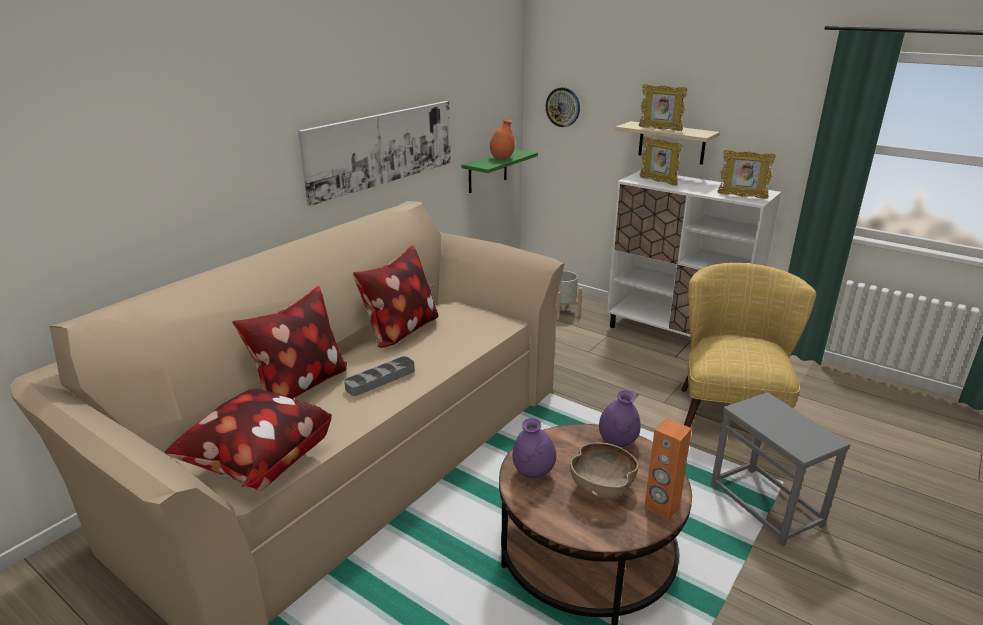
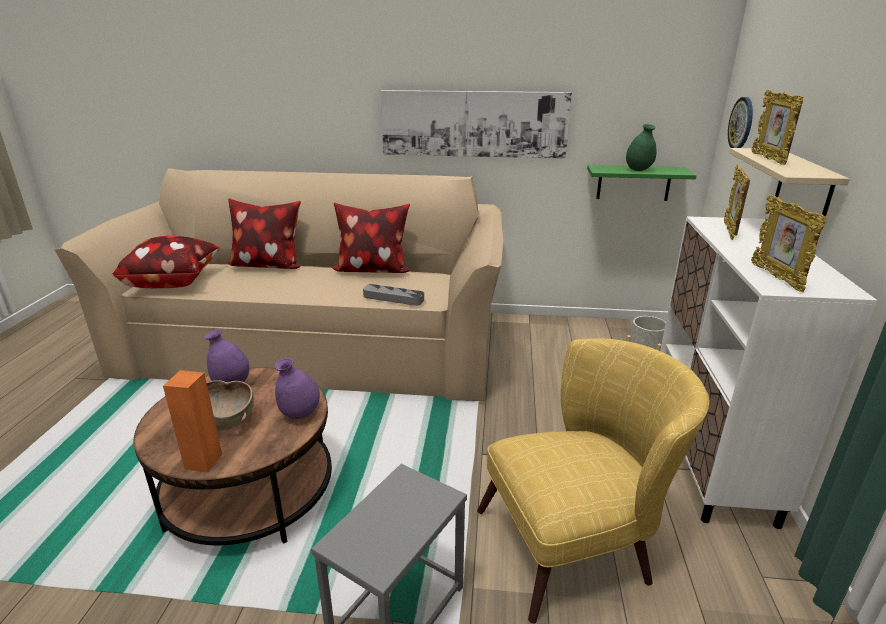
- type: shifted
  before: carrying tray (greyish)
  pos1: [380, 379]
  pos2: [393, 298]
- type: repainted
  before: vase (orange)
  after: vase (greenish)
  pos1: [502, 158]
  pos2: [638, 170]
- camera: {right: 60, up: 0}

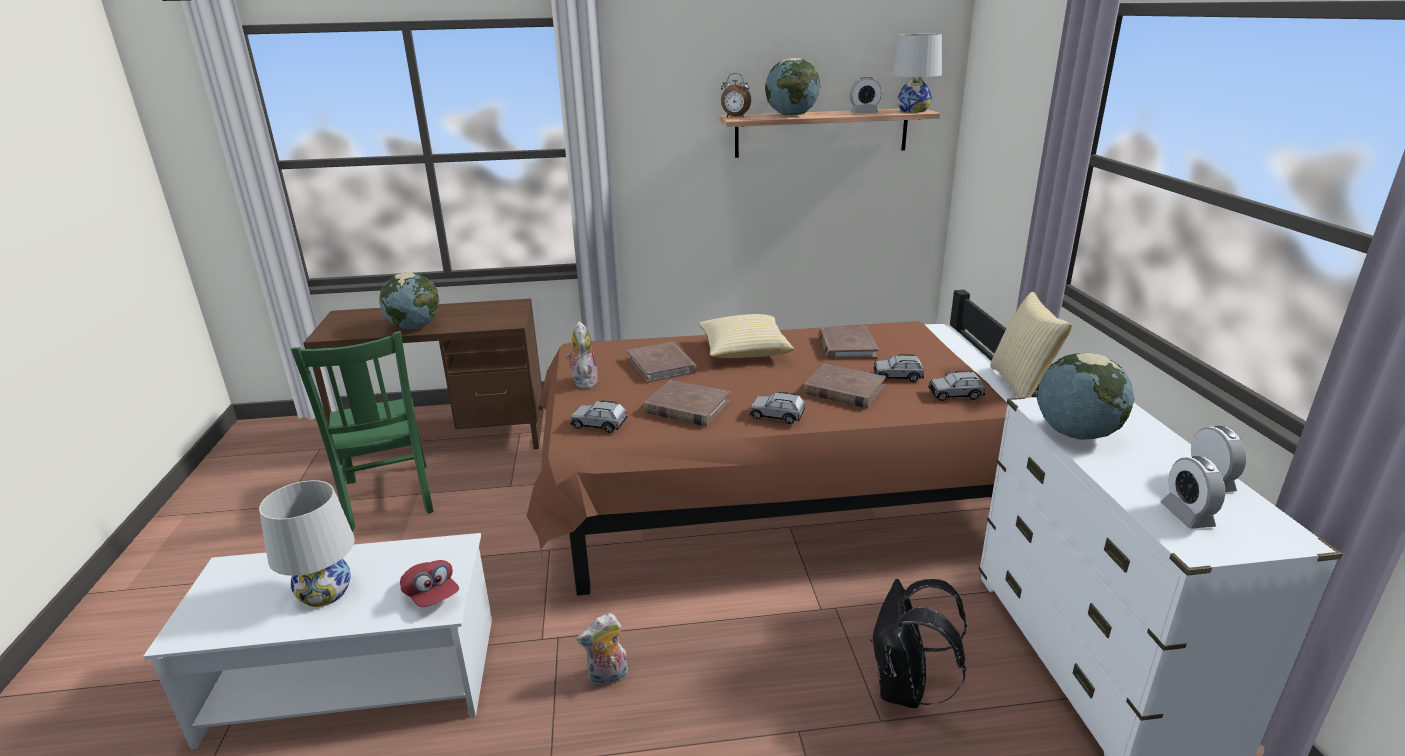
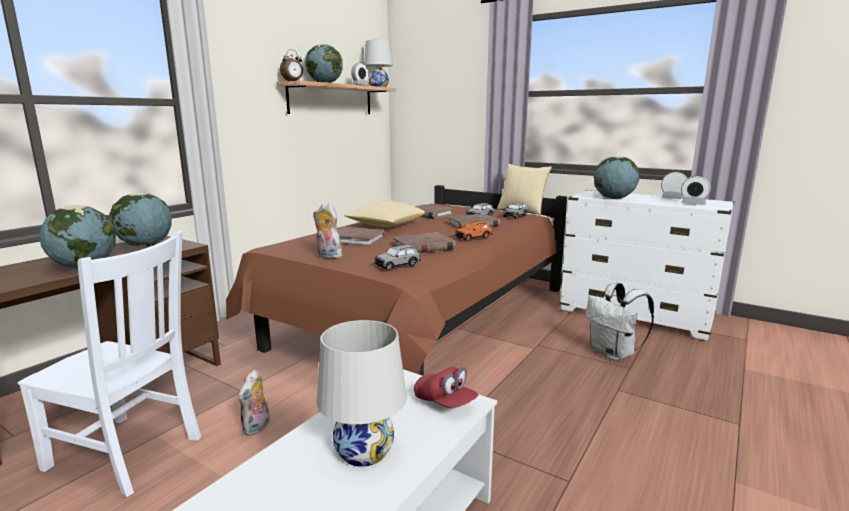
- type: new
  after: desk globe
  pos2: [145, 245]
- type: shifted
  before: plush toy
  pos1: [607, 678]
  pos2: [257, 428]
- type: repainted
  before: chair (greenish)
  after: chair (white-coloured)
  pos1: [389, 498]
  pos2: [128, 454]
- type: repainted
  before: toy car (greyish)
  after: toy car (orange)
  pos1: [777, 416]
  pos2: [473, 238]
- type: repainted
  before: knapsack (blackish)
  after: knapsack (white-coloured)
  pos1: [905, 689]
  pos2: [614, 354]
- type: rotated
  before: baseball cap (reddish)
  pos1: [431, 595]
  pos2: [445, 402]
  turn: 45
- camera: {right: -50, up: -10}

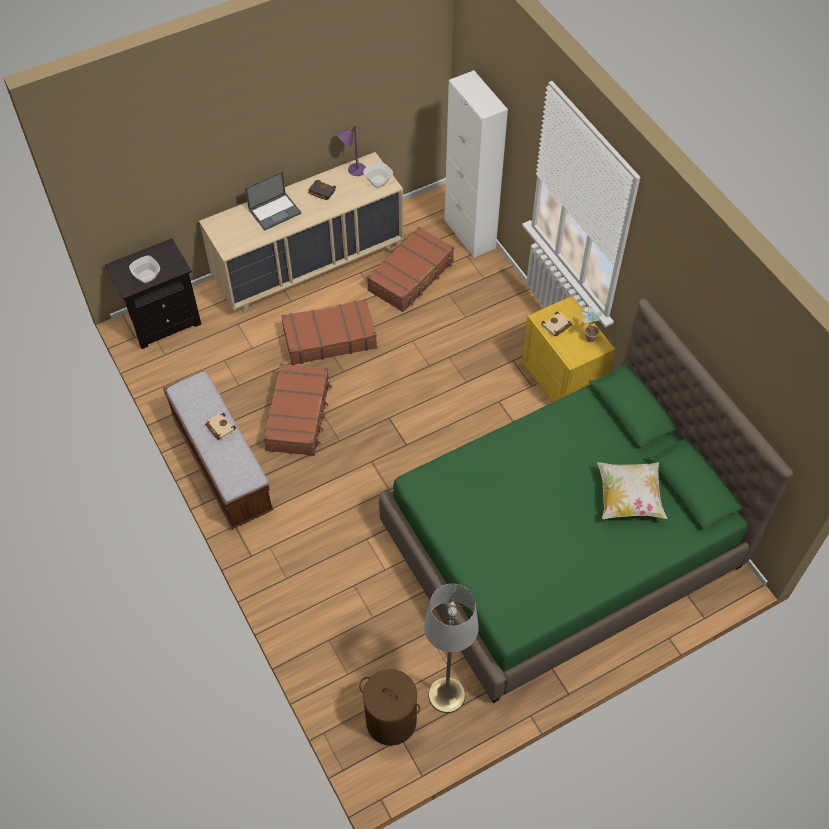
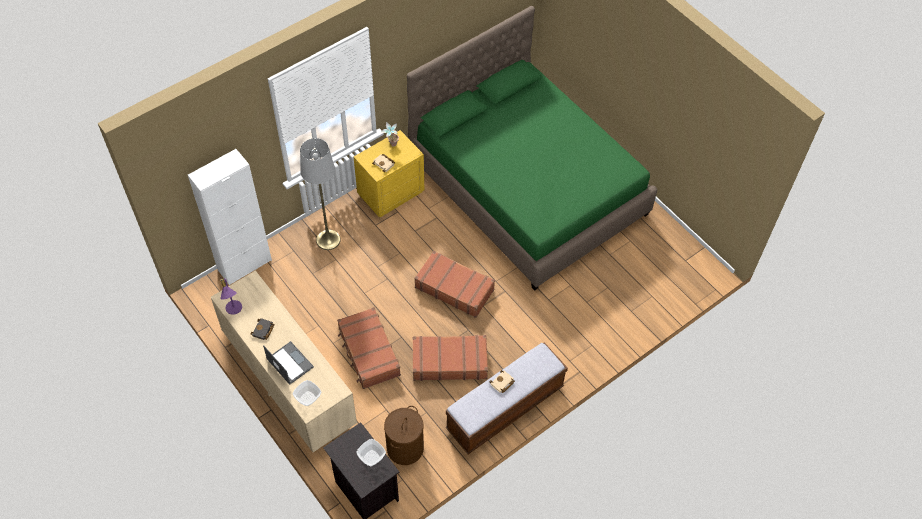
- type: gone
  before: pillow
  pos1: [628, 498]
- type: shifted
  before: laundry basket (brown-coloured)
  pos1: [390, 720]
  pos2: [405, 448]
- type: shifted
  before: serving bowl
  pos1: [377, 181]
  pos2: [308, 398]
- type: shifted
  before: piece of luggage (brown-coloured)
  pos1: [411, 276]
  pos2: [454, 288]
- type: shifted
  before: floor lamp (greyish)
  pos1: [446, 695]
  pos2: [328, 240]
- camera: {right: -100, up: 0}

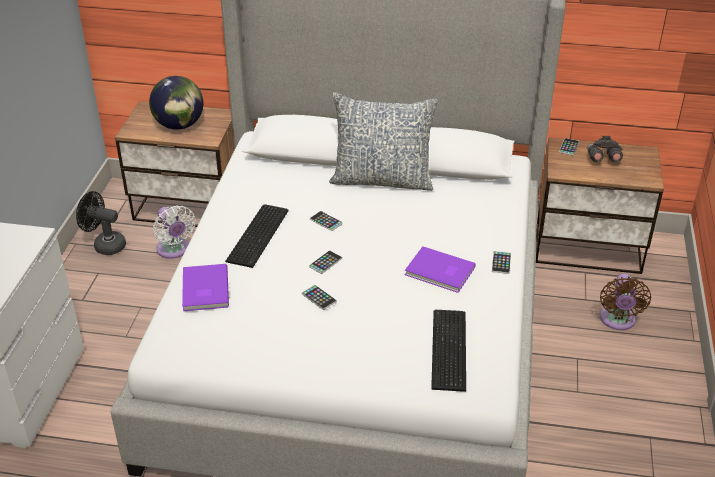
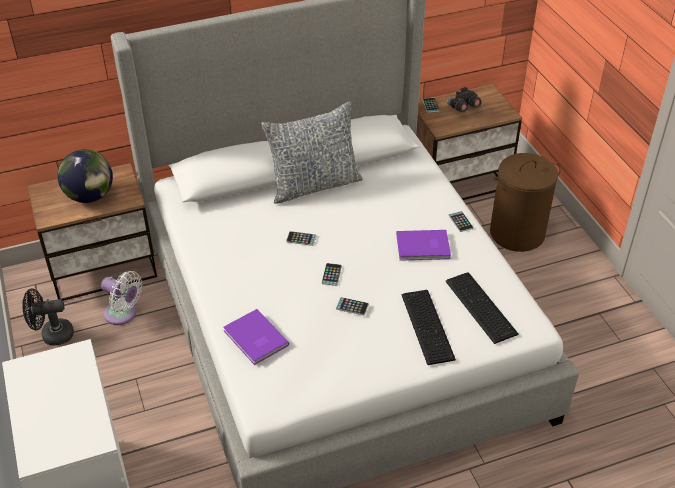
- type: shifted
  before: keyboard
  pos1: [260, 235]
  pos2: [428, 325]
- type: swapped
  before: fan (brown-coloured)
  after: laundry basket (brown-coloured)
  pos1: [617, 321]
  pos2: [517, 233]
- camera: {right: -30, up: 5}

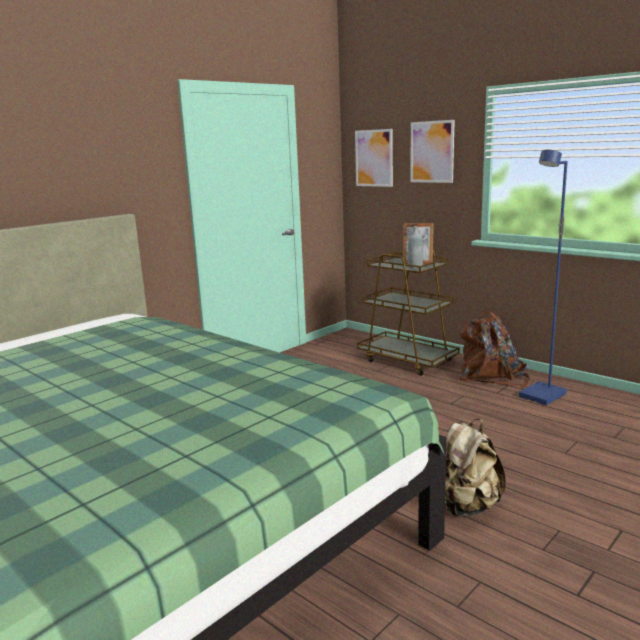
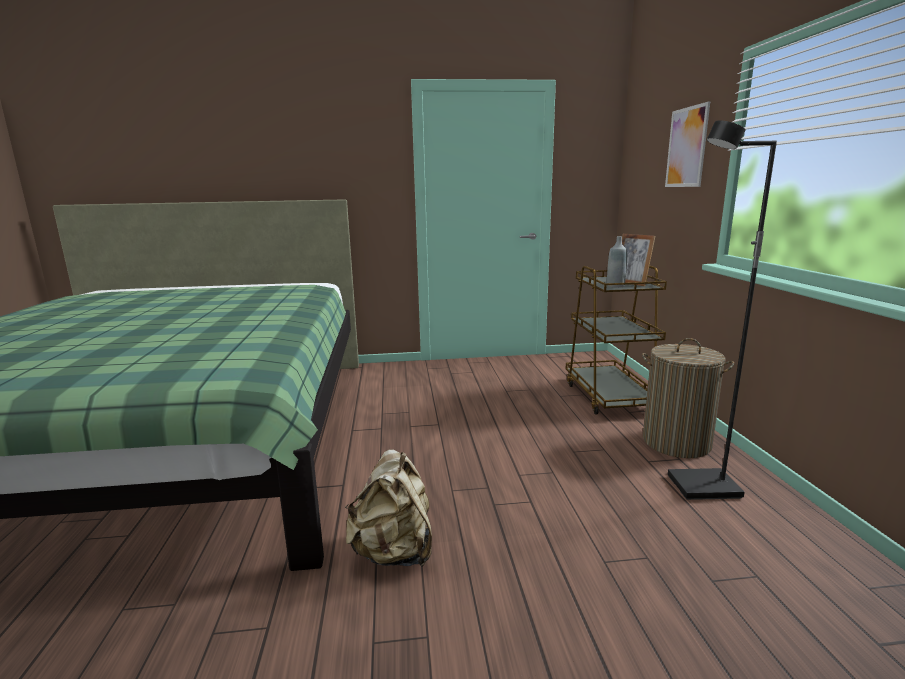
- type: gone
  before: wall picture
  pos1: [374, 158]
- type: swapped
  before: knapsack (brown-coloured)
  after: laundry basket
  pos1: [491, 376]
  pos2: [676, 442]
- type: repainted
  before: floor lamp (blue-coloured)
  after: floor lamp (blackish)
  pos1: [543, 396]
  pos2: [703, 488]
- camera: {right: 40, up: 0}

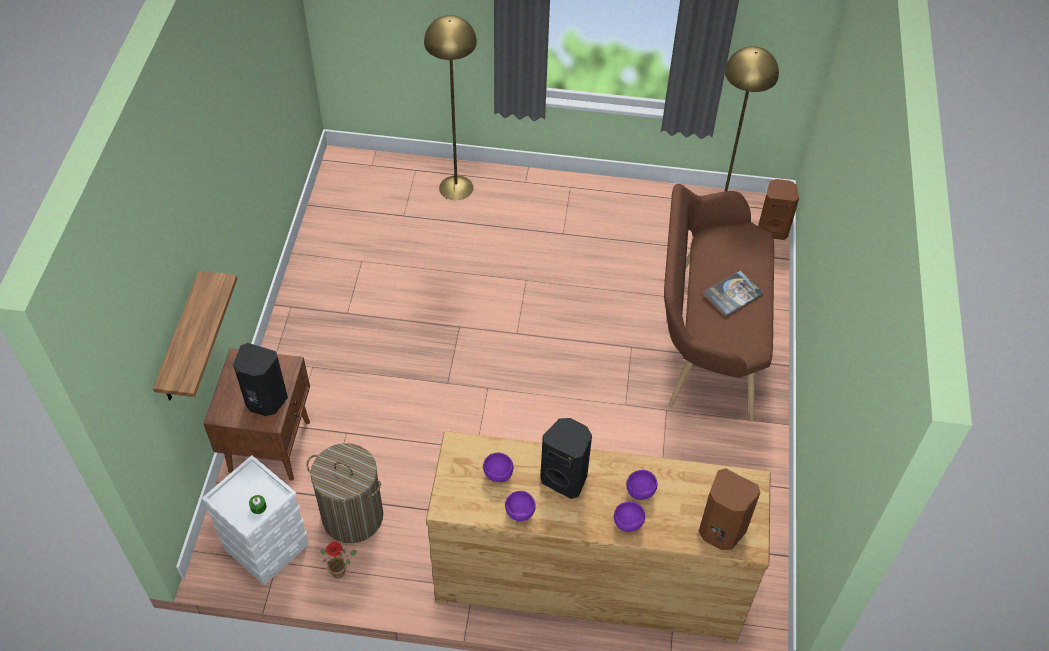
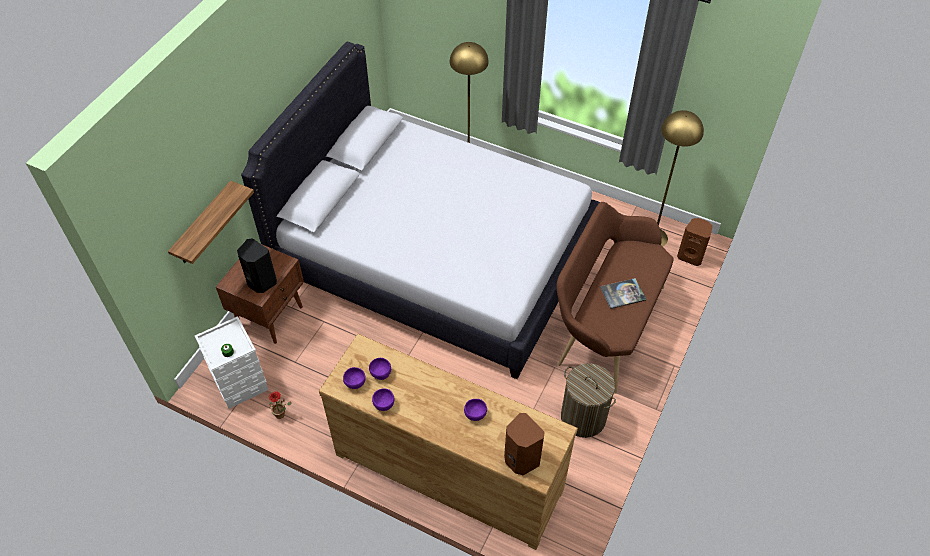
- type: gone
  before: speaker (blackish)
  pos1: [565, 478]
- type: new
  after: sleeping bed (white-coloured)
  pos2: [435, 258]
- type: shifted
  before: laundry basket
  pos1: [352, 516]
  pos2: [583, 417]
- type: shifted
  before: serving bowl (purple-coloured)
  pos1: [627, 523]
  pos2: [355, 382]
- camera: {right: 20, up: 0}

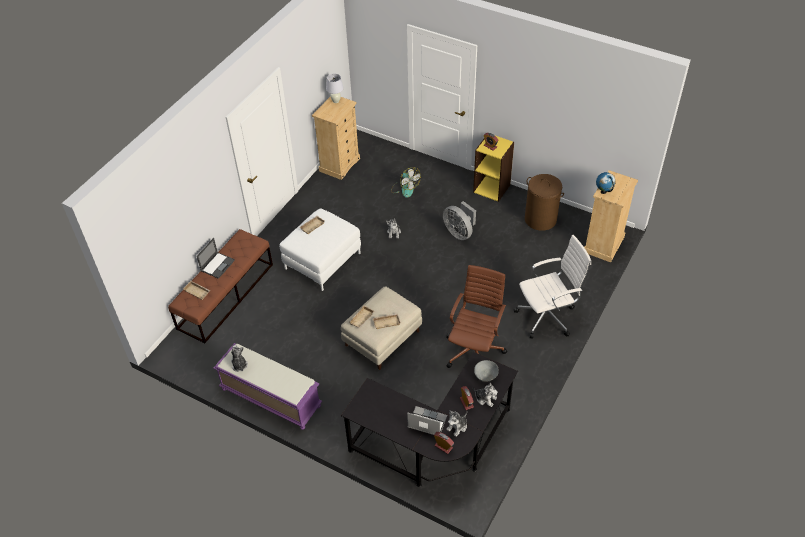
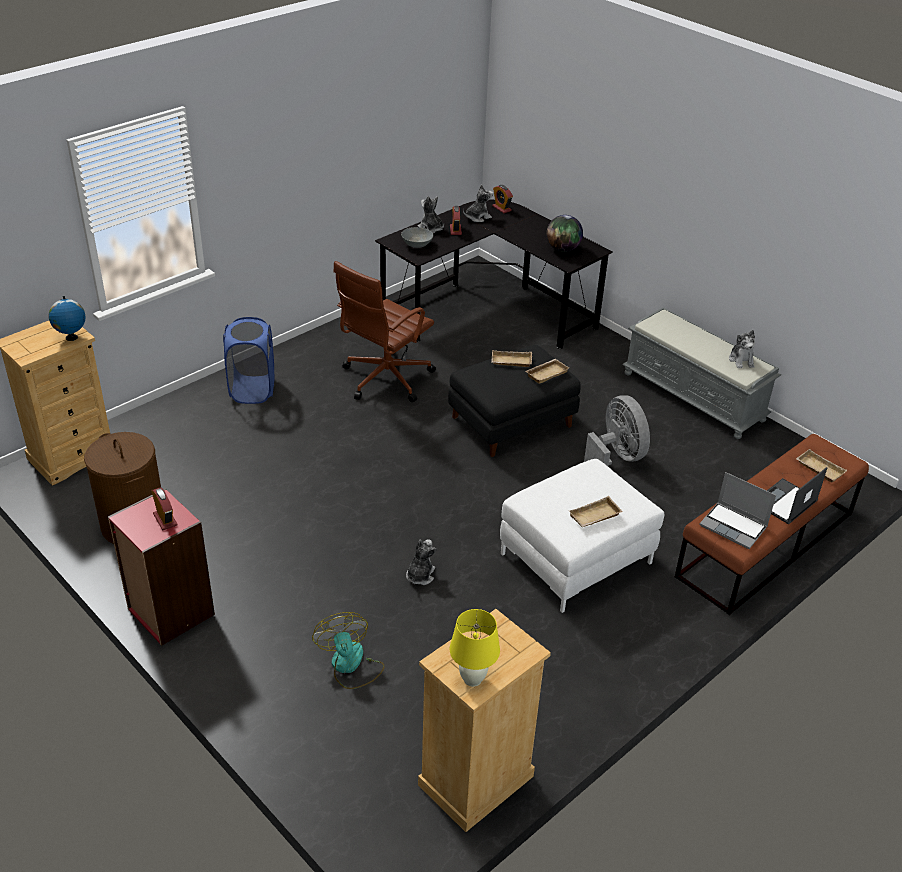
- type: new
  after: desk globe
  pos2: [563, 249]
- type: shifted
  before: notebook computer
  pos1: [426, 422]
  pos2: [734, 526]
- type: shifted
  before: fan (greyish)
  pos1: [459, 232]
  pos2: [616, 458]
- type: swapped
  before: office chair (white-coloured)
  after: laundry basket (blue-coloured)
  pos1: [547, 316]
  pos2: [252, 390]
- type: repainted
  before: long seat (purple-coloured)
  after: long seat (greyish)
  pos1: [270, 398]
  pos2: [694, 396]
- type: repainted
  before: table lamp (white-coloured)
  after: table lamp (yellow-coloured)
  pos1: [336, 101]
  pos2: [472, 679]
- type: repainted
  before: footrest (beige)
  after: footrest (blackish)
  pos1: [382, 339]
  pos2: [512, 421]
- type: repainted
  before: bookcase (yellow-coloured)
  after: bookcase (reddish)
  pos1: [492, 188]
  pos2: [170, 612]
- camera: {right: -165, up: -10}

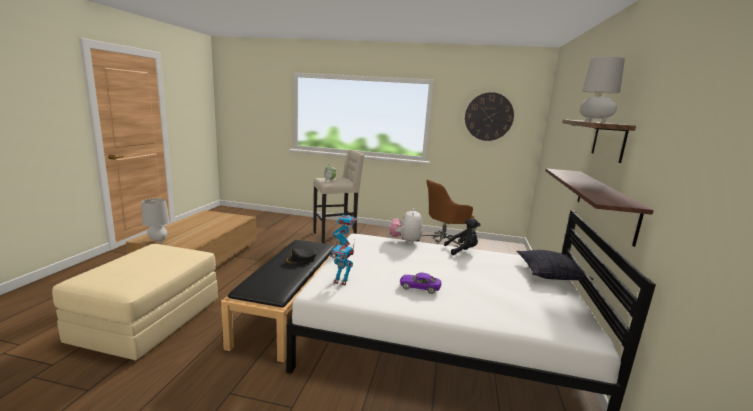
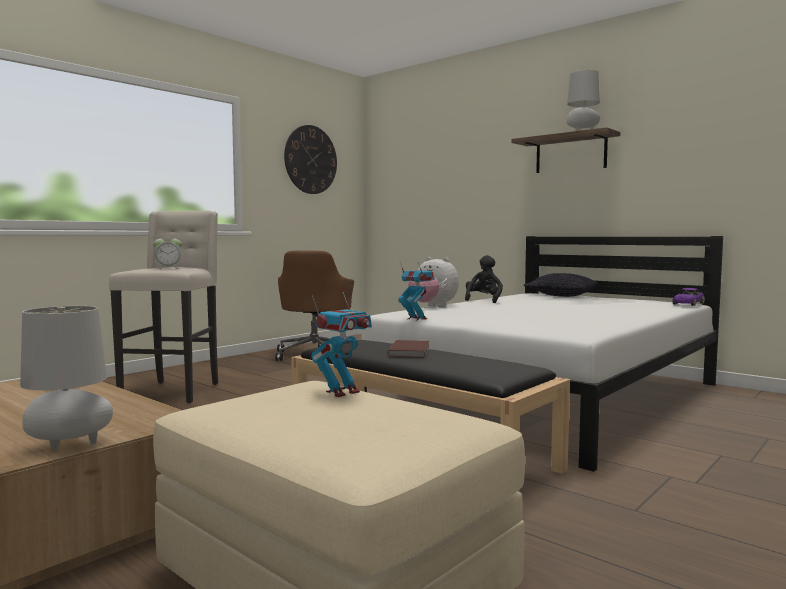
- type: gone
  before: shelf
  pos1: [605, 203]
- type: shifted
  before: model robot
  pos1: [341, 282]
  pos2: [341, 392]
- type: shifted
  before: toy car (purple-coloured)
  pos1: [419, 287]
  pos2: [688, 303]
- type: swapped
  before: baseball cap (blackish)
  after: volume (brown-coloured)
  pos1: [301, 259]
  pos2: [410, 351]
- camera: {right: -60, up: -10}

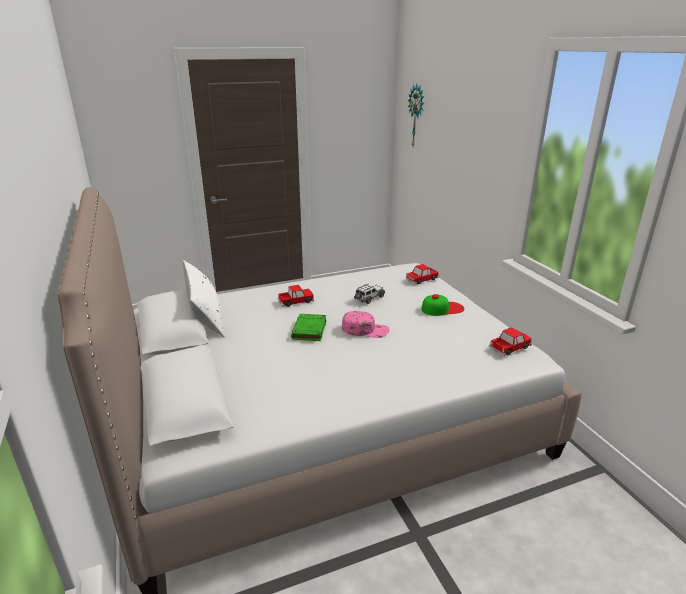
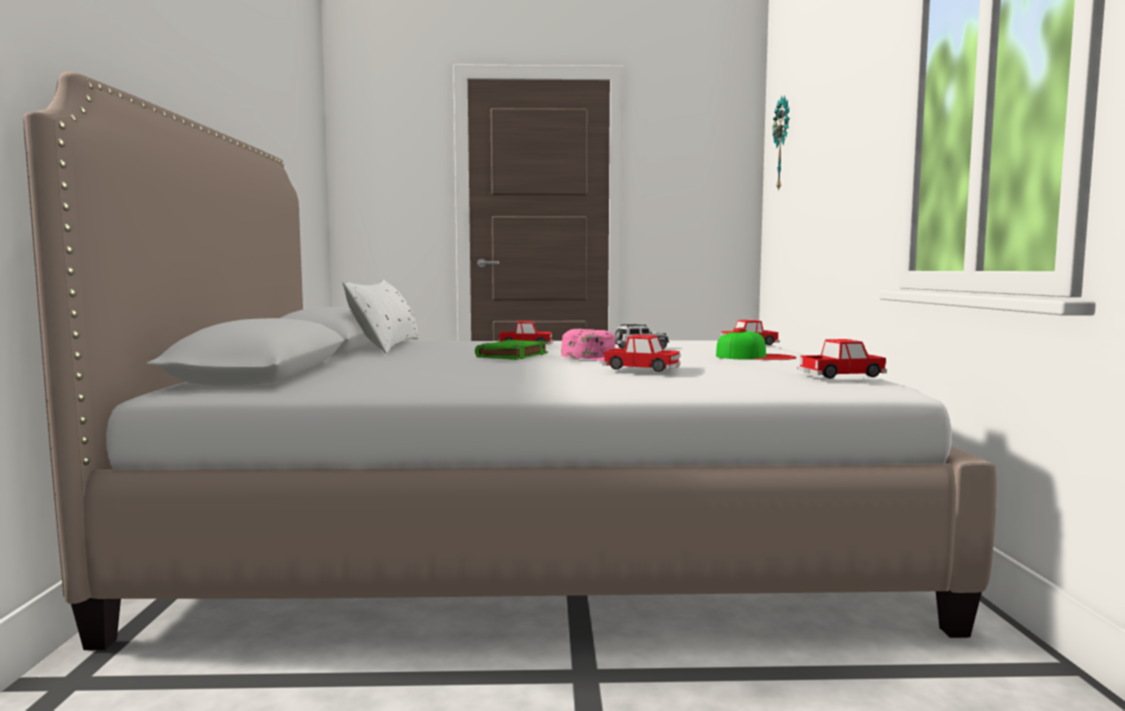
- type: new
  after: toy car
  pos2: [642, 368]
- camera: {right: 20, up: -20}

